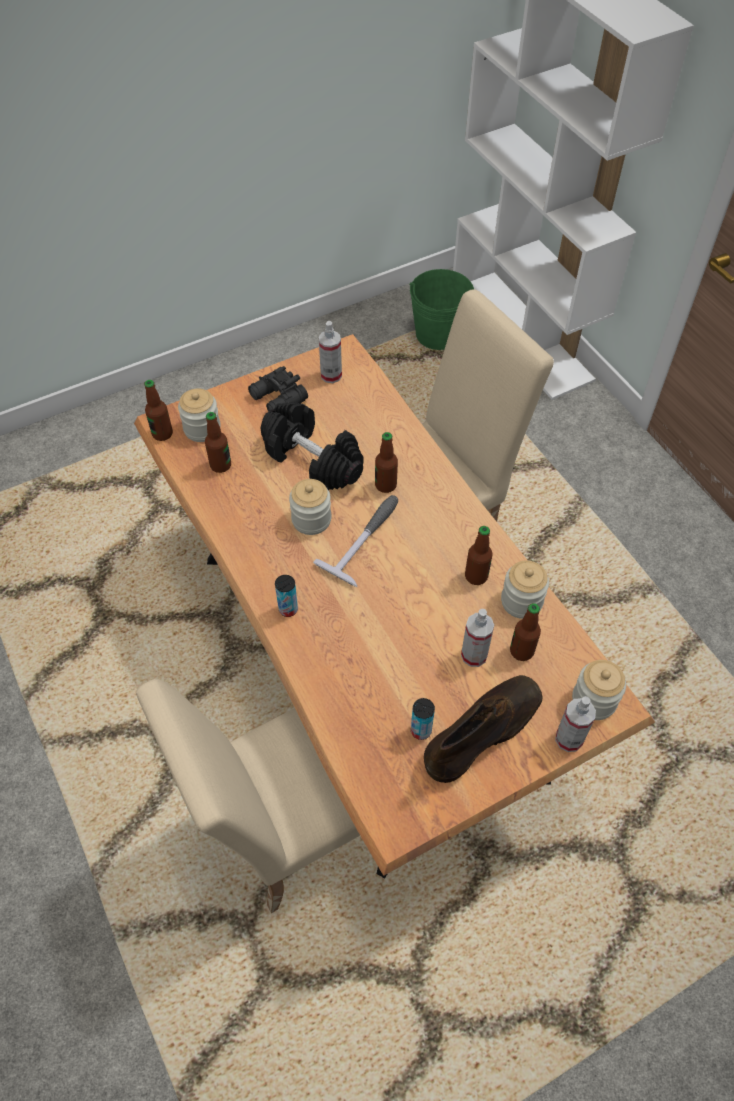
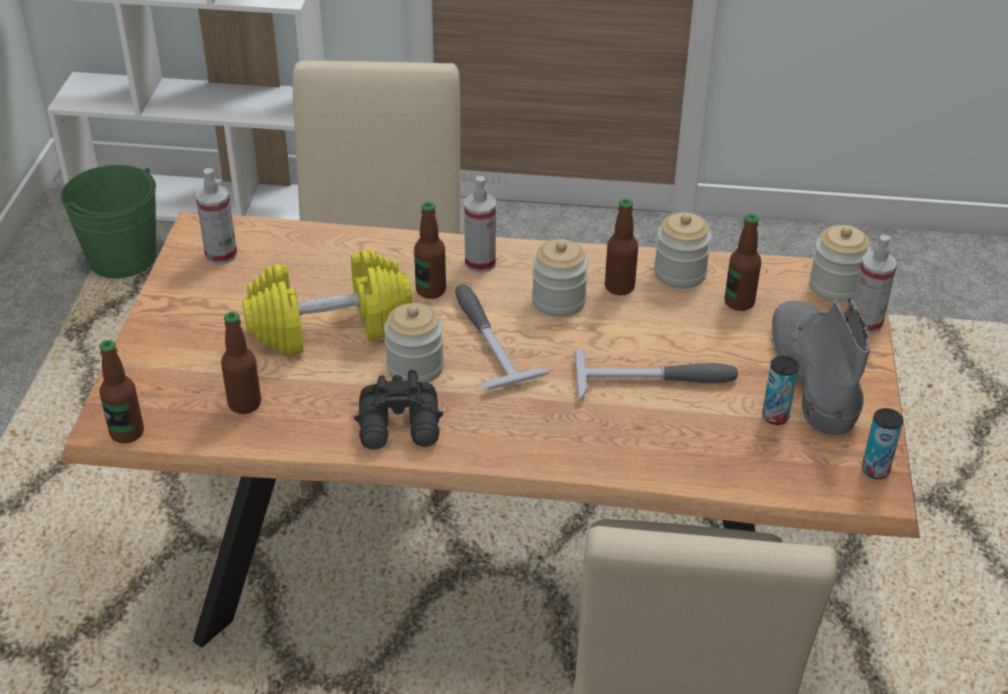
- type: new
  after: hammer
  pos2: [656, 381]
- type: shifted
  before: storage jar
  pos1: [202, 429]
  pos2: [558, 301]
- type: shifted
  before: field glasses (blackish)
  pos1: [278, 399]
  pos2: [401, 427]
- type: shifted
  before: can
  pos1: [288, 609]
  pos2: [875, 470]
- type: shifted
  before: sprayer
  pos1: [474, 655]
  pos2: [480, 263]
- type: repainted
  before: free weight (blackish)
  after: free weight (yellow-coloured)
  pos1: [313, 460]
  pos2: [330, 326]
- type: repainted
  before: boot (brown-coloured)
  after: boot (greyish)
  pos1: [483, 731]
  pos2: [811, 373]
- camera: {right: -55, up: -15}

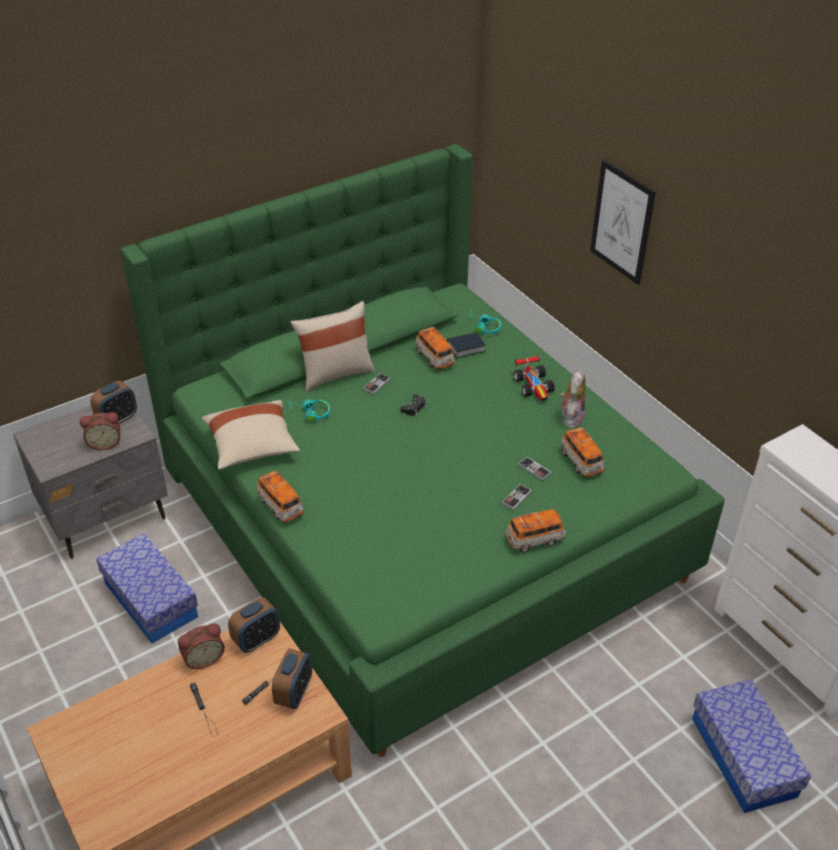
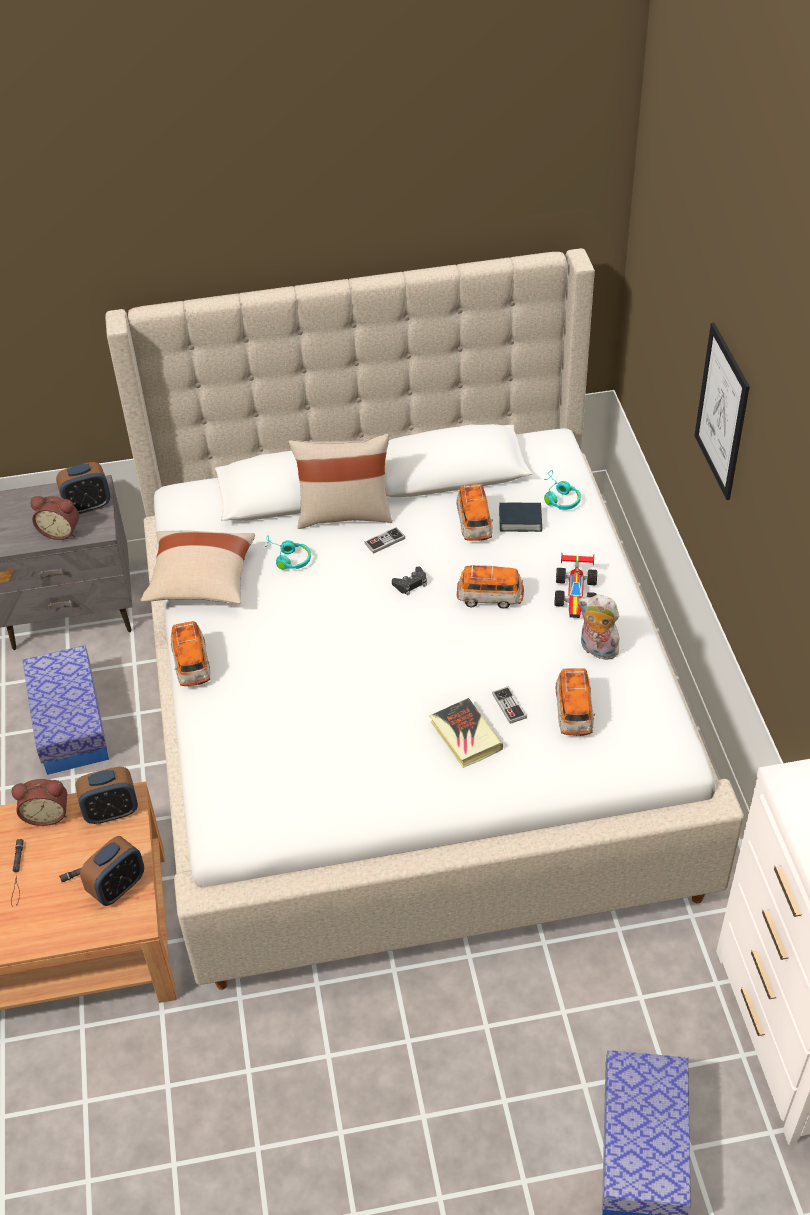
- type: shifted
  before: toy car
  pos1: [534, 540]
  pos2: [490, 597]
- type: swapped
  before: game controller
  after: volume
  pos1: [516, 498]
  pos2: [465, 736]
- type: repainted
  before: sleeping bed (greenish)
  after: sleeping bed (beige)
  pos1: [419, 520]
  pos2: [411, 719]
- type: rotated
  before: plush toy
  pos1: [571, 417]
  pos2: [596, 650]
  turn: -105
- camera: {right: 25, up: 5}

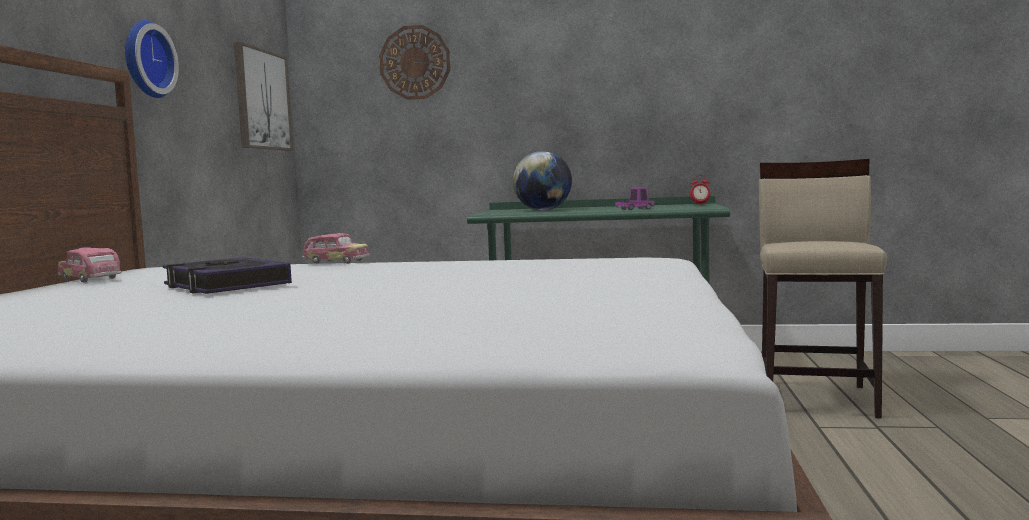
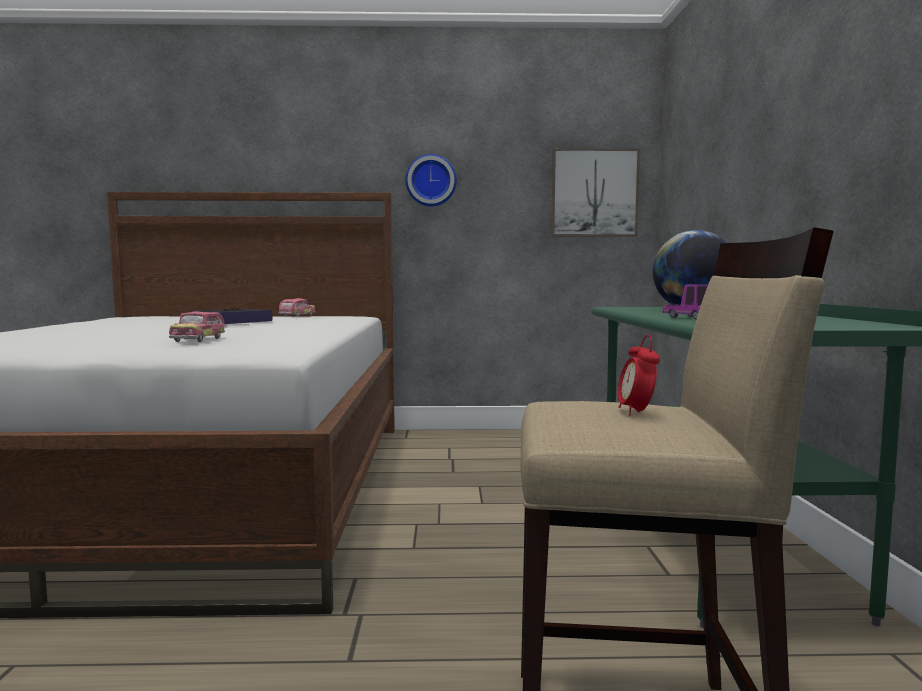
- type: gone
  before: wall clock
  pos1: [415, 62]
- type: shifted
  before: toy car
  pos1: [336, 262]
  pos2: [198, 340]
- type: shifted
  before: alarm clock
  pos1: [700, 204]
  pos2: [636, 412]
- camera: {right: 80, up: 0}

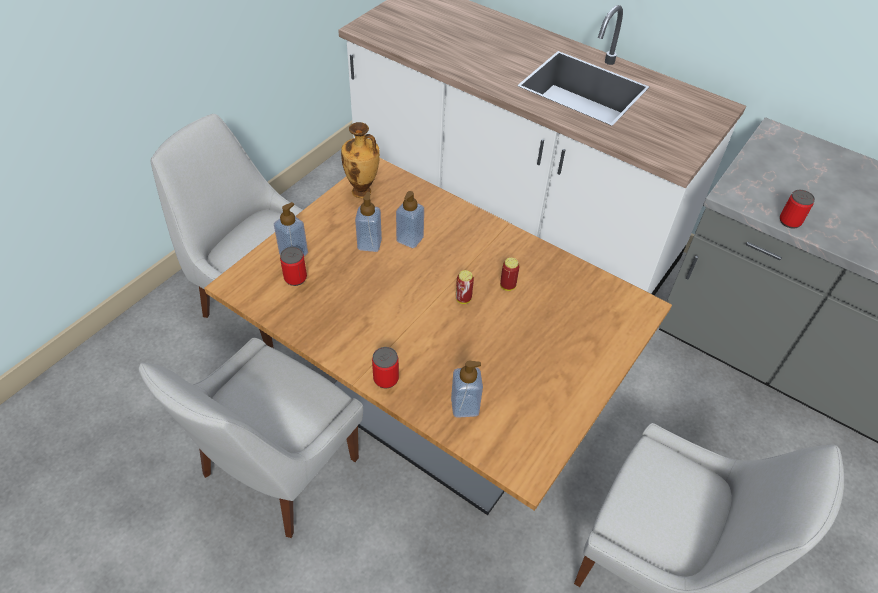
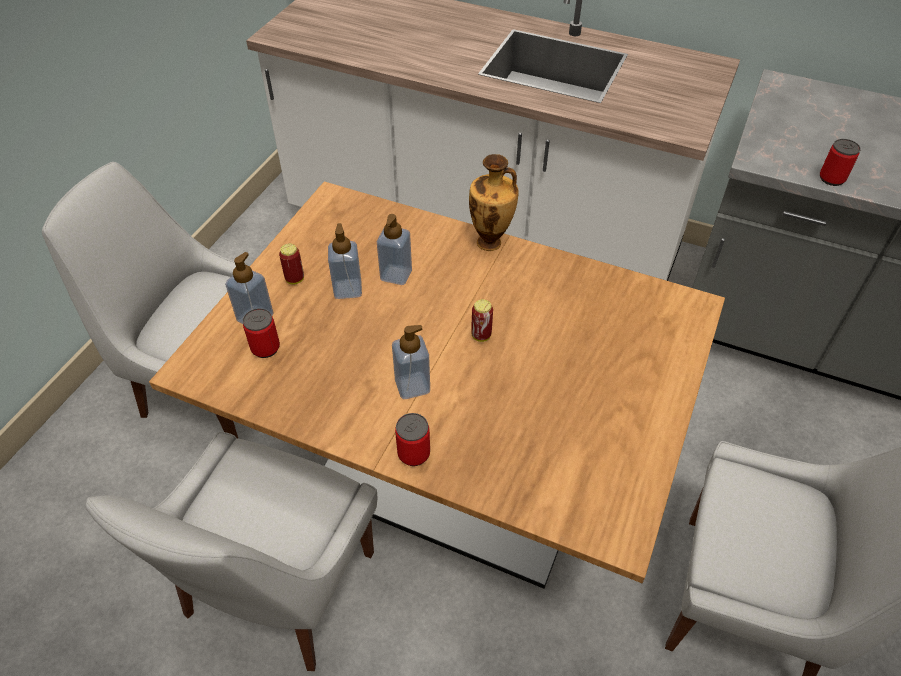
- type: shifted
  before: vase
  pos1: [362, 192]
  pos2: [491, 243]
- type: shifted
  before: soap bottle
  pos1: [465, 406]
  pos2: [412, 386]
- type: shifted
  before: can
  pos1: [507, 286]
  pos2: [295, 279]
- camera: {right: -10, up: 0}

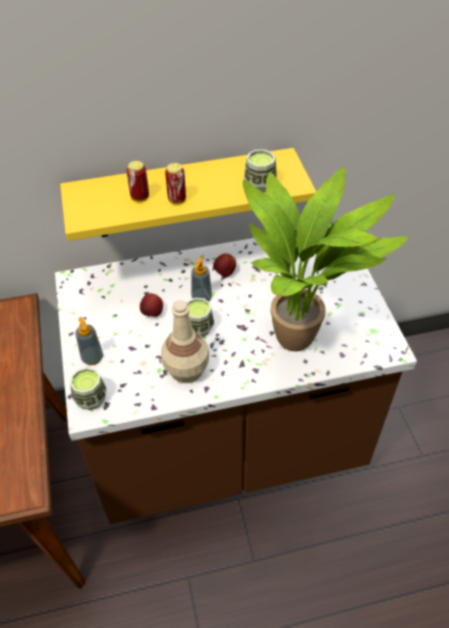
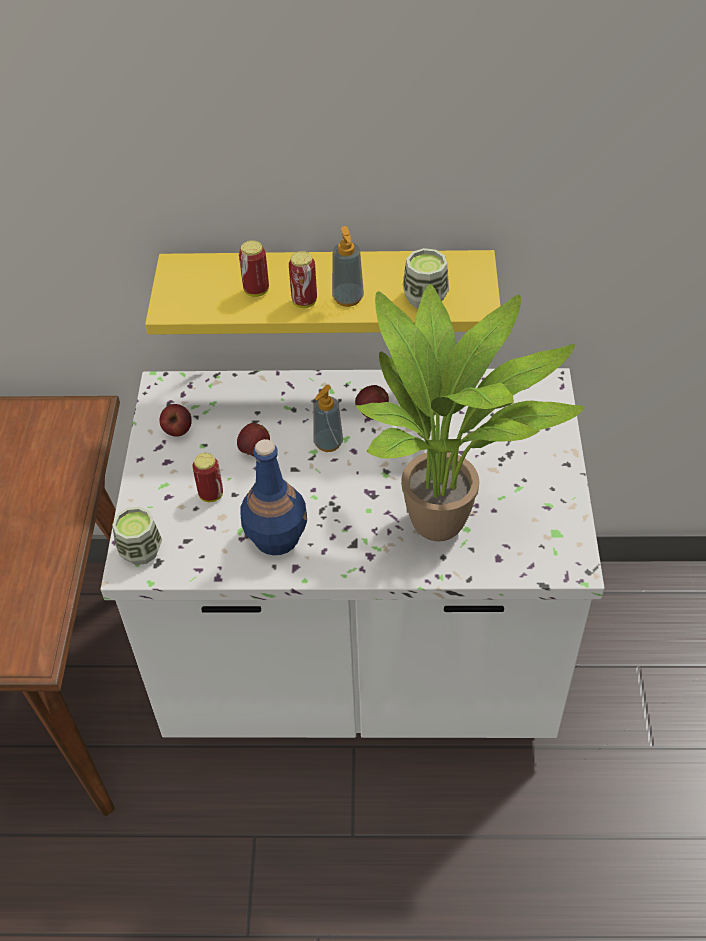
- type: gone
  before: drinking cup
  pos1: [199, 328]
- type: new
  after: whole apple
  pos2: [177, 431]
- type: new
  after: can
  pos2: [211, 495]
- type: shifted
  before: soap bottle
  pos1: [92, 358]
  pos2: [348, 298]
- type: repainted
  before: counter (brown-coloured)
  after: counter (white-coloured)
  pos1: [226, 443]
  pos2: [360, 664]
- type: repainted
  before: drink bottle (beige)
  after: drink bottle (blue-coloured)
  pos1: [186, 369]
  pos2: [276, 536]
- camera: {right: 15, up: 0}

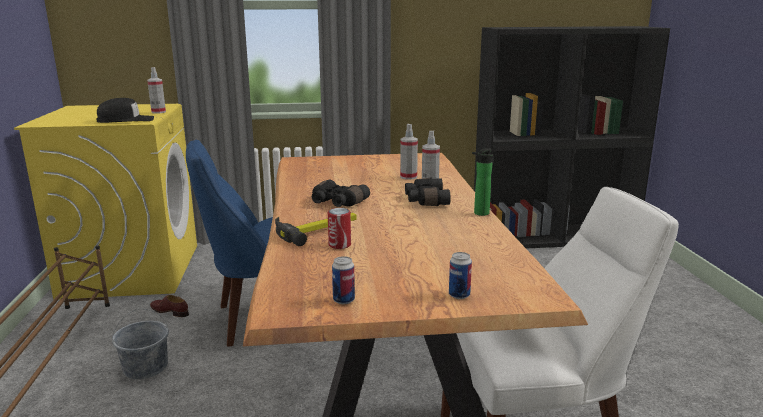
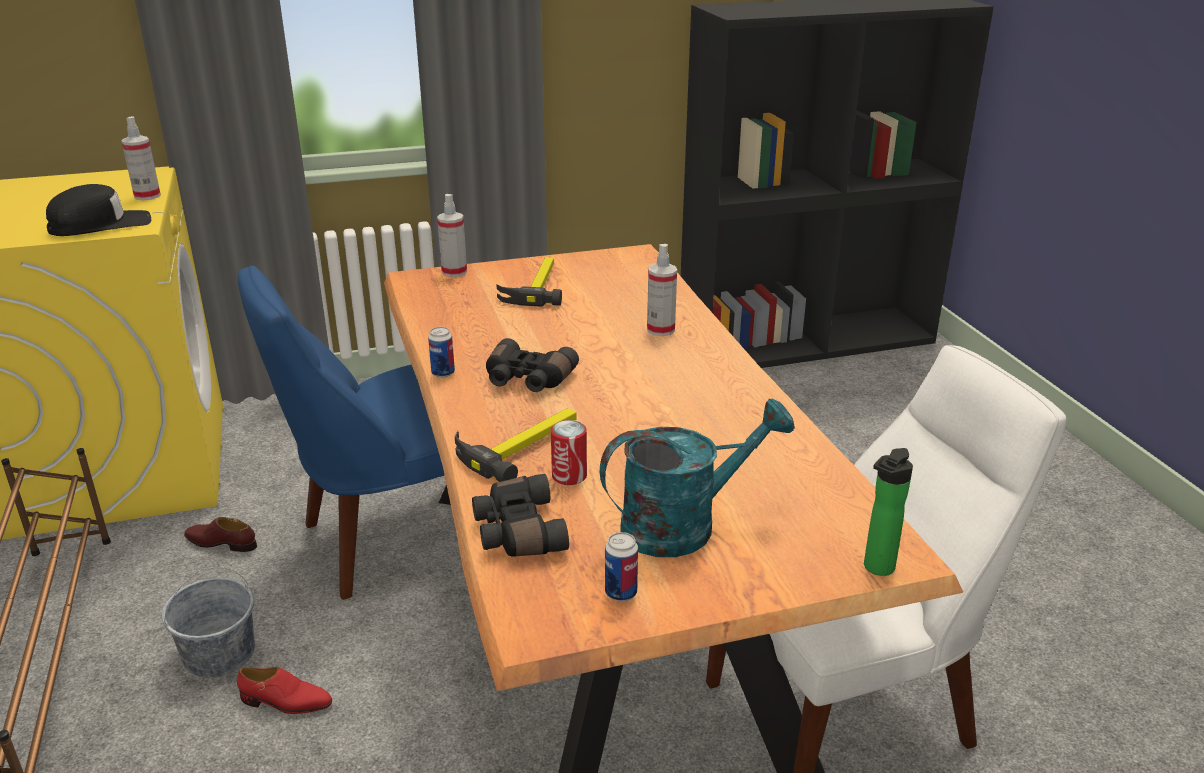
- type: new
  after: low shoe (reddish)
  pos2: [286, 702]
- type: new
  after: hammer
  pos2: [536, 286]
- type: new
  after: watering pot (blue-green)
  pos2: [683, 525]
- type: shifted
  before: sprayer
  pos1: [408, 177]
  pos2: [454, 272]
- type: shifted
  before: field glasses (blackish)
  pos1: [425, 200]
  pos2: [517, 532]
- type: shifted
  before: can
  pos1: [459, 295]
  pos2: [443, 373]
- type: shifted
  before: drink bottle
  pos1: [479, 214]
  pos2: [876, 569]
- camera: {right: -10, up: 10}

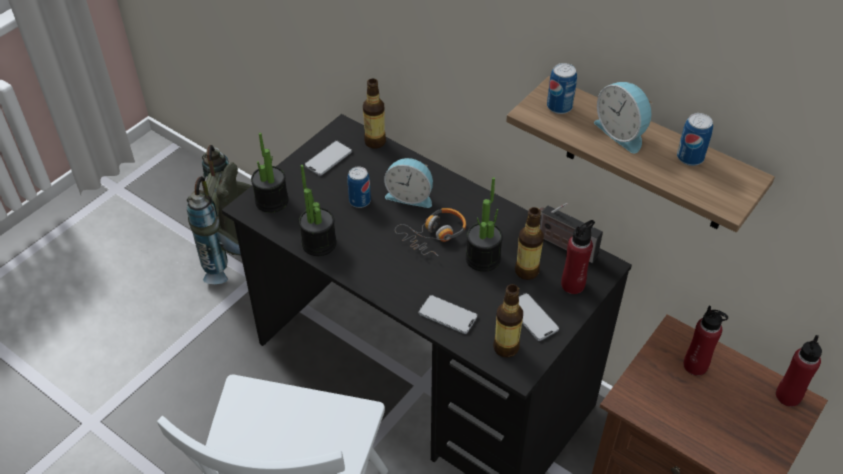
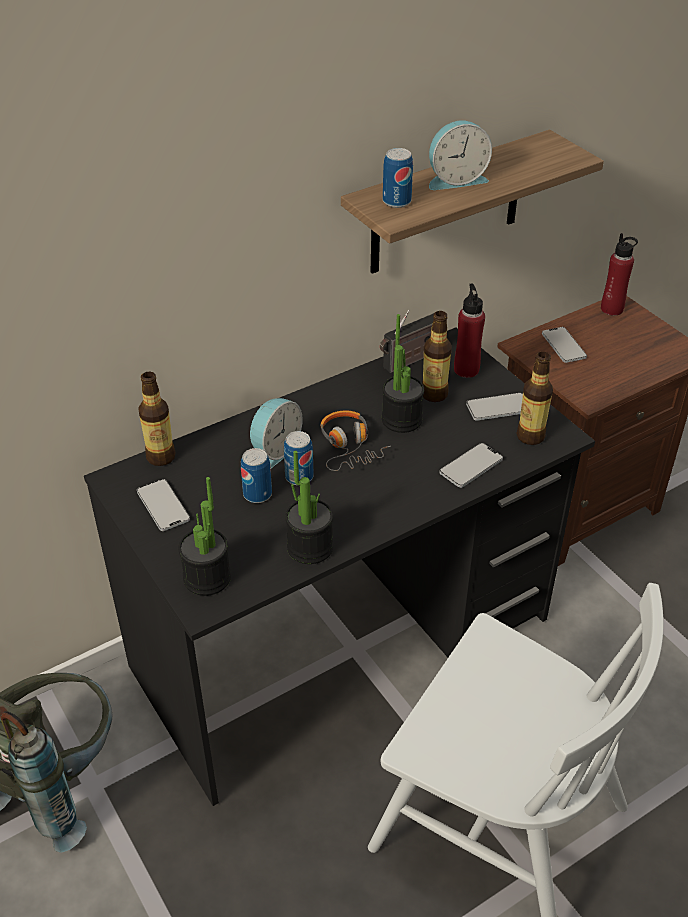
- type: shifted
  before: can
  pos1: [690, 157]
  pos2: [299, 477]
- type: swapped
  before: drink bottle (reddish)
  after: phone
  pos1: [695, 365]
  pos2: [563, 346]
- camera: {right: -70, up: -5}

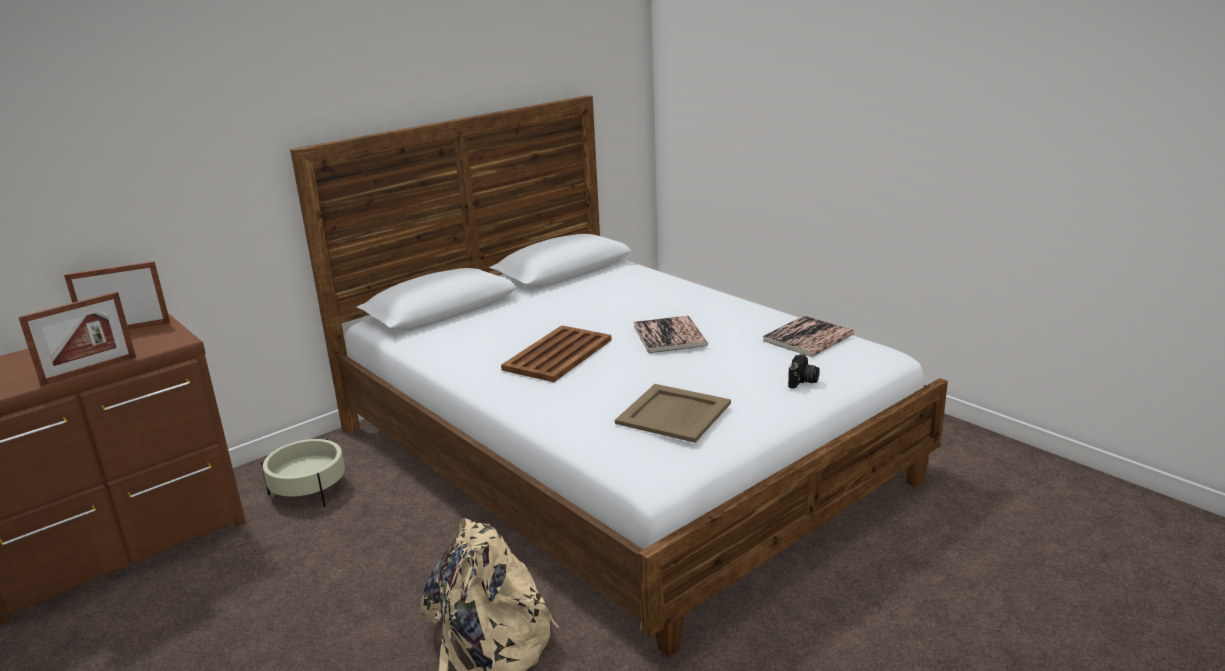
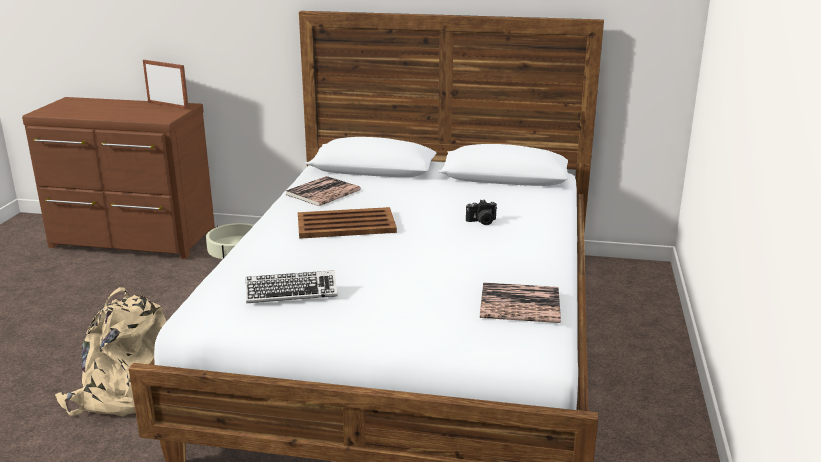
- type: gone
  before: standing frame
  pos1: [89, 370]
- type: shifted
  before: volume
  pos1: [669, 336]
  pos2: [323, 192]
- type: shifted
  before: photo camera
  pos1: [803, 381]
  pos2: [482, 222]
- type: swapped
  before: carrying tray (beige)
  after: keyboard
  pos1: [673, 413]
  pos2: [291, 292]
- camera: {right: 50, up: 0}

